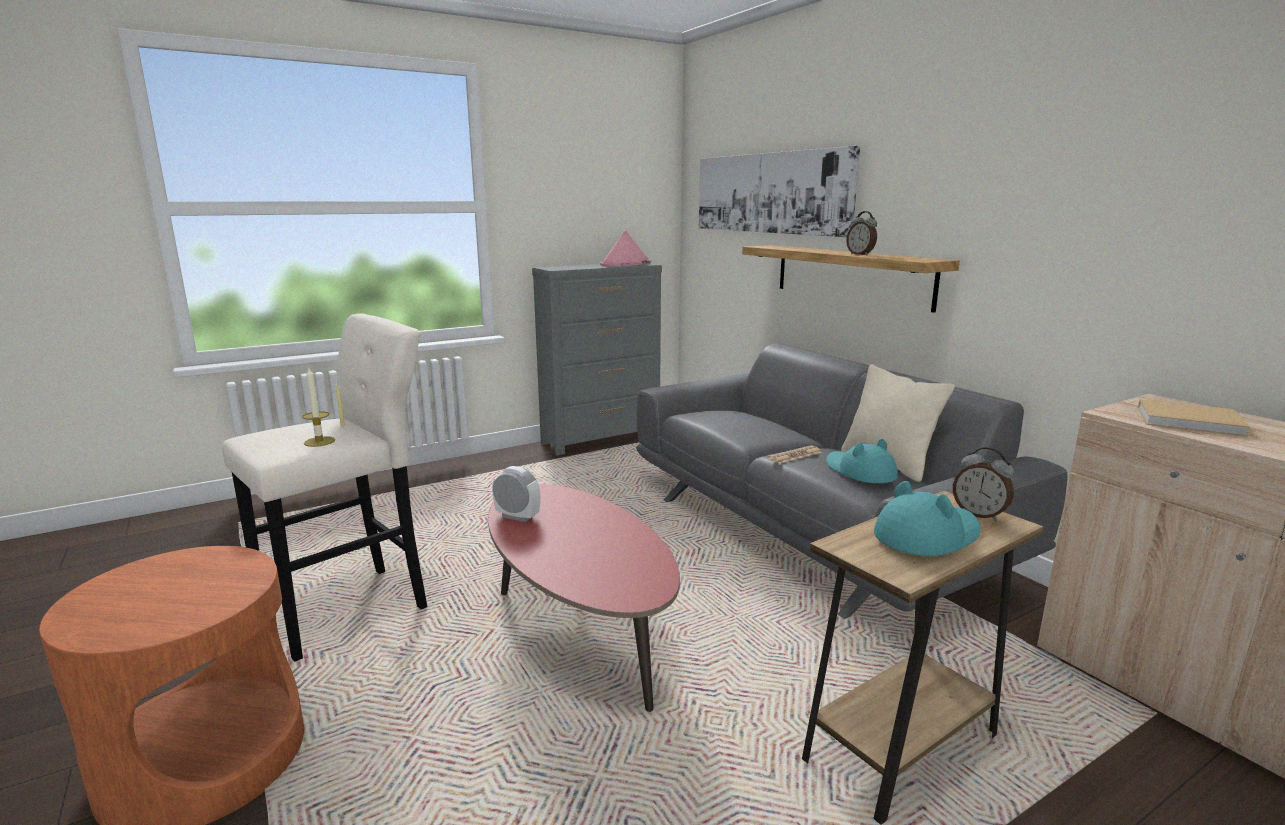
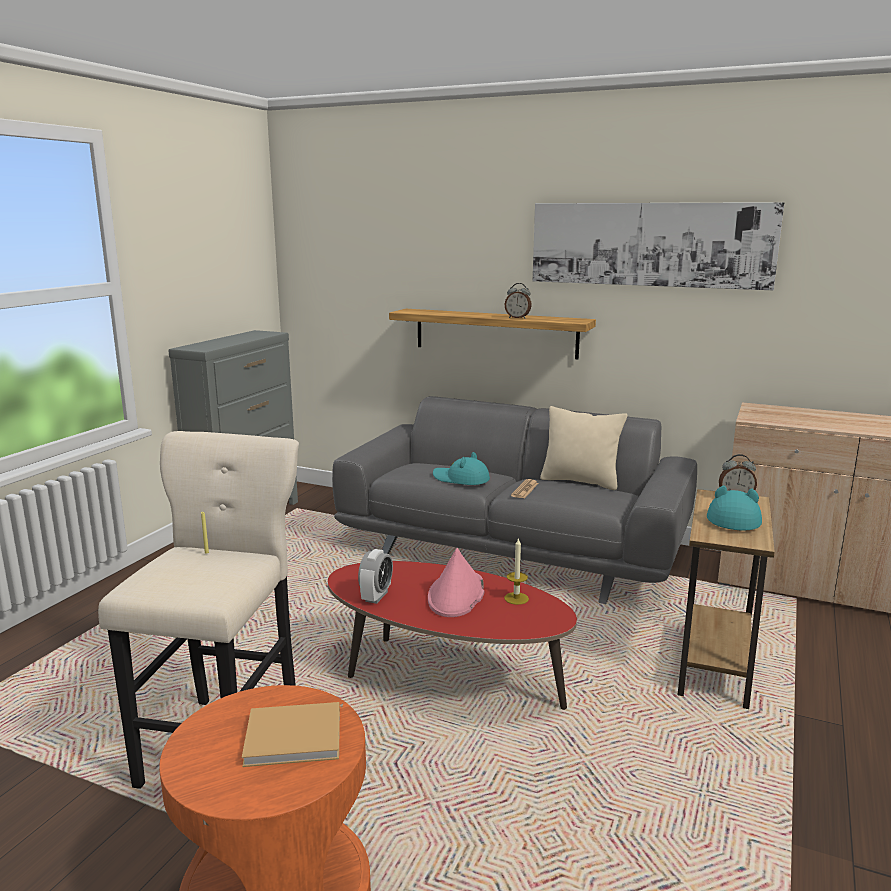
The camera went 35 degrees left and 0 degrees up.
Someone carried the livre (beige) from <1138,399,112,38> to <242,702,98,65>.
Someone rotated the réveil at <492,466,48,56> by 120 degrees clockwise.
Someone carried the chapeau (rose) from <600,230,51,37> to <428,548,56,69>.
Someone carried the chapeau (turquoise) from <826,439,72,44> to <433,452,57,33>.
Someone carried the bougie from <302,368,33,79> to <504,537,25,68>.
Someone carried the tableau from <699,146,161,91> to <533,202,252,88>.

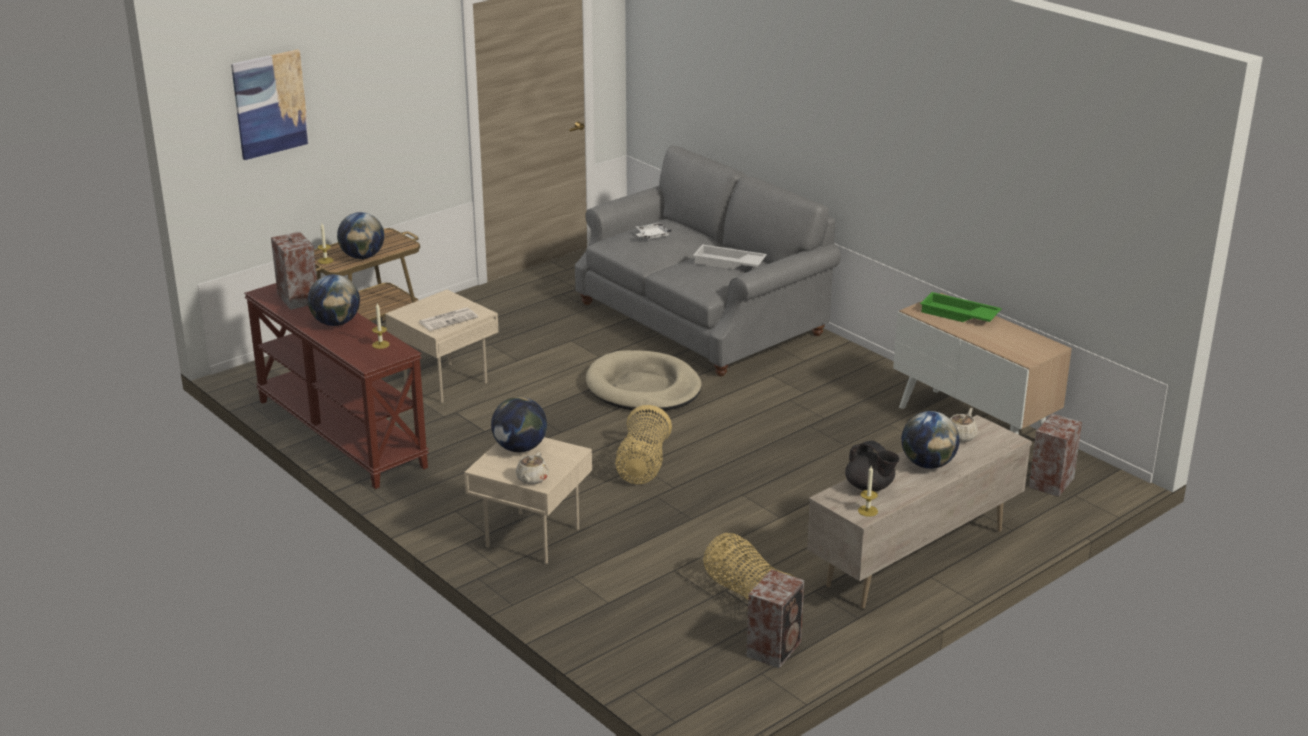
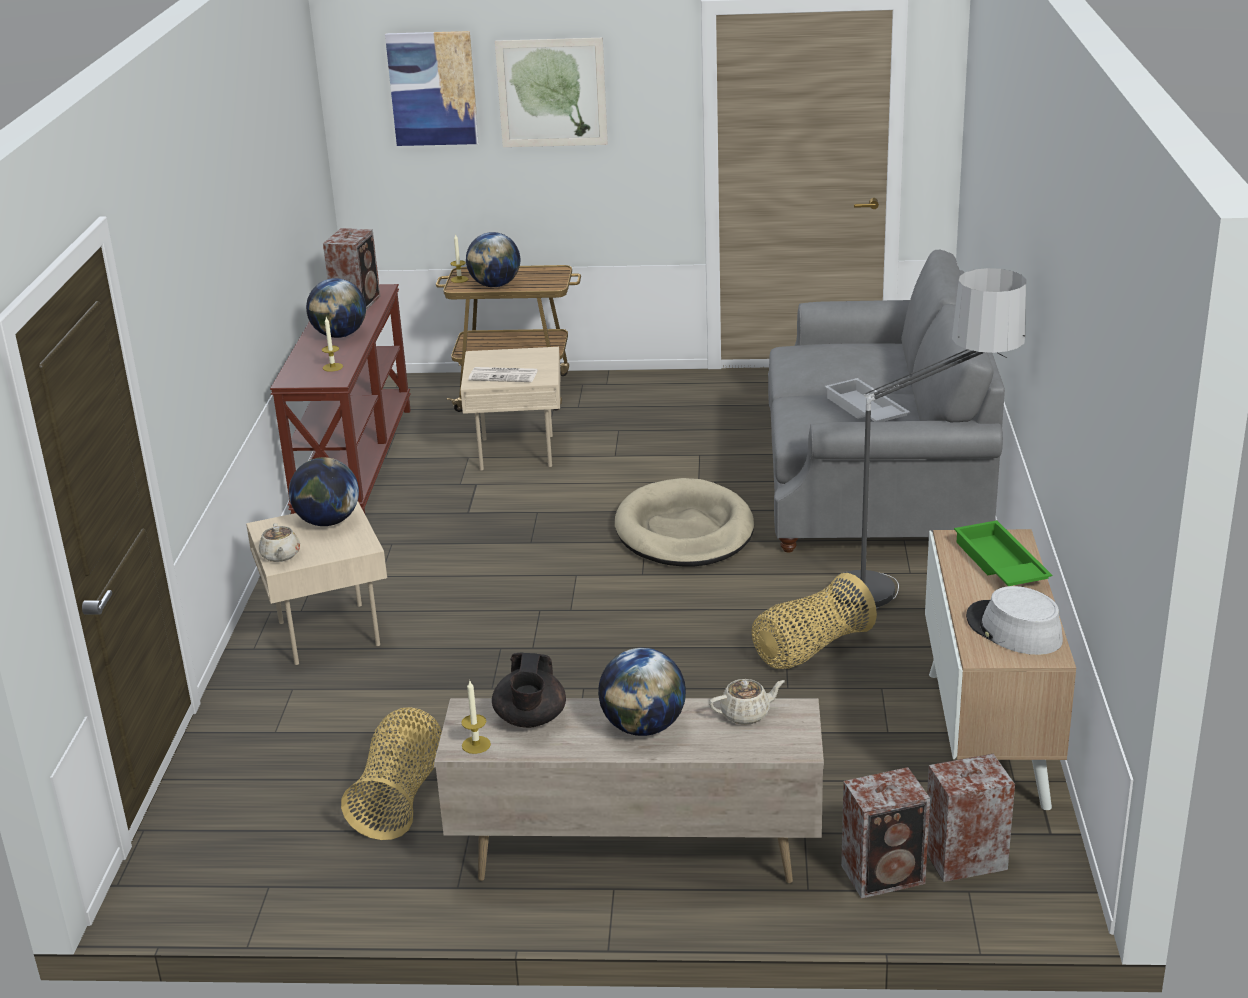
The camera went 45 degrees right and 0 degrees up.
Someone rotated the théière (beige) at <516,452,33,33> by 75 degrees counterclockwise.
Someone put up the tableau at <495,38,113,109>.
Someone carried the panier from <615,405,57,79> to <752,573,125,96>.
Someone put down the lampadaire at <826,268,200,341>.
Someone carried the enceinte from <746,569,58,99> to <841,767,89,132>.
Someone put down the chapeau (gris) at <966,586,97,69>.
Someone took away the plateau (blanc) at <636,222,36,17>.

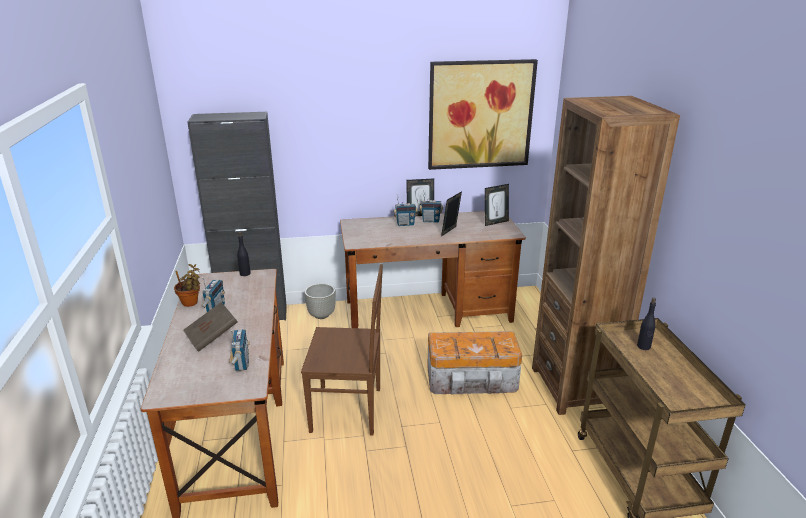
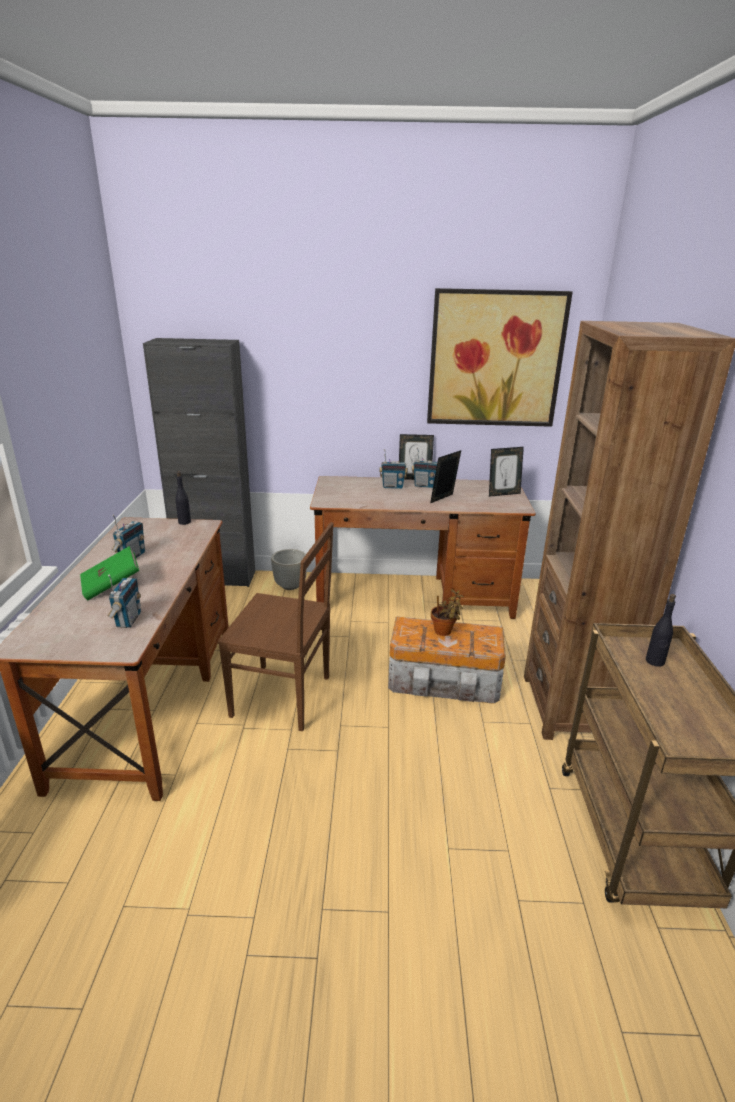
The camera went 10 degrees right and 0 degrees up.
Someone repainted the livre (marron) at <183,302,55,50>, which became the livre (vert) at <80,546,59,54>.
Someone carried the plante en pot from <174,264,26,43> to <431,589,33,47>.

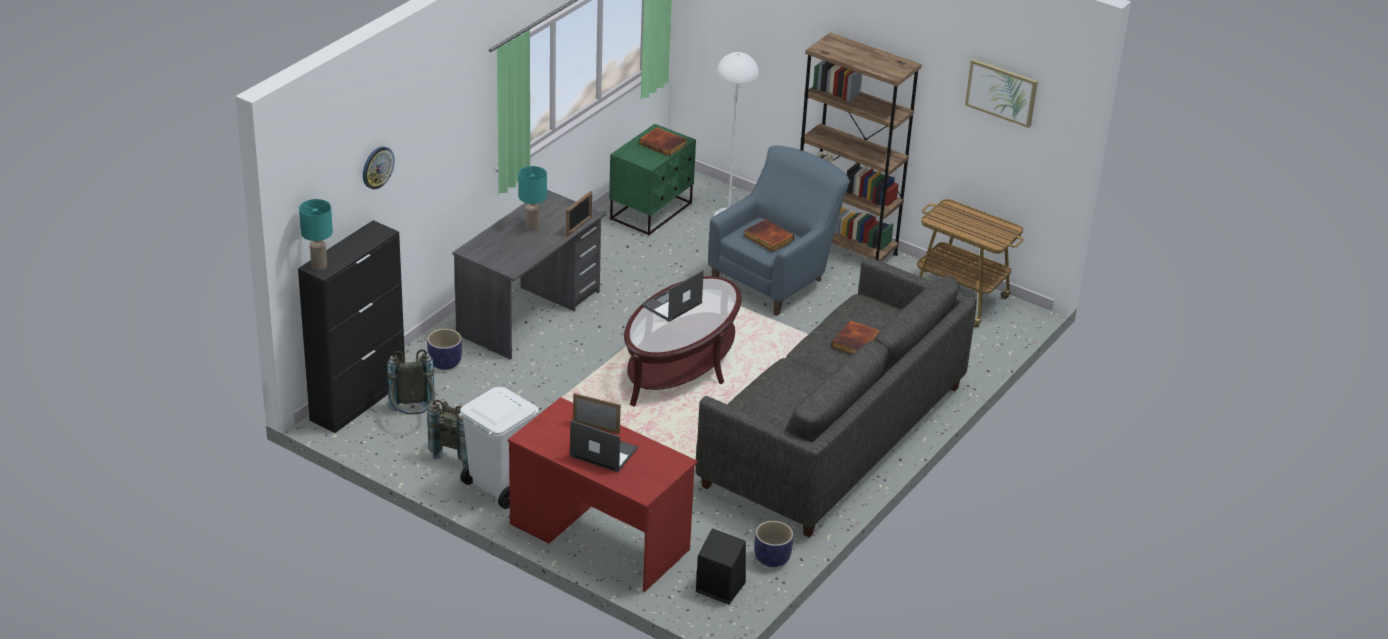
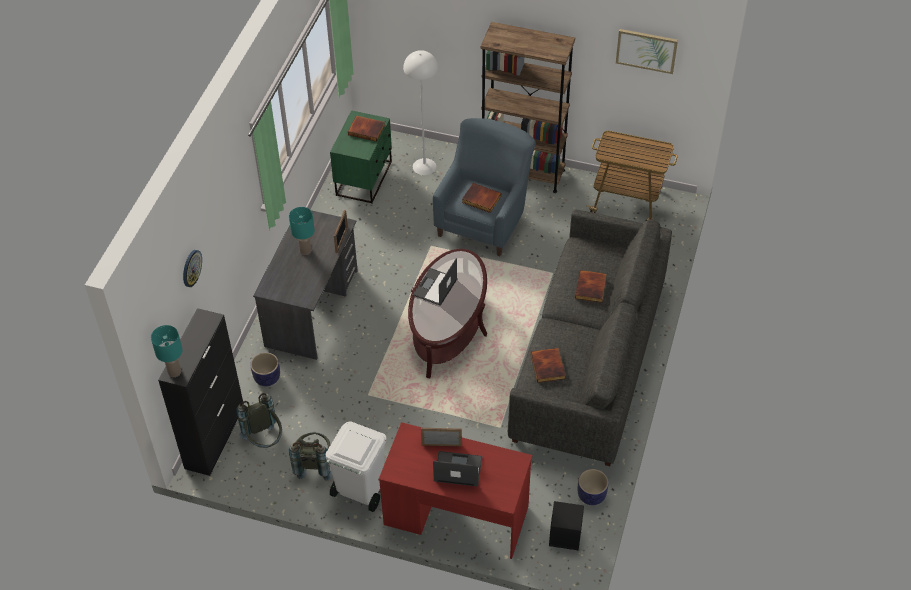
The camera went 15 degrees left and 15 degrees up.
Someone put down the livre at <531,348,34,35>.

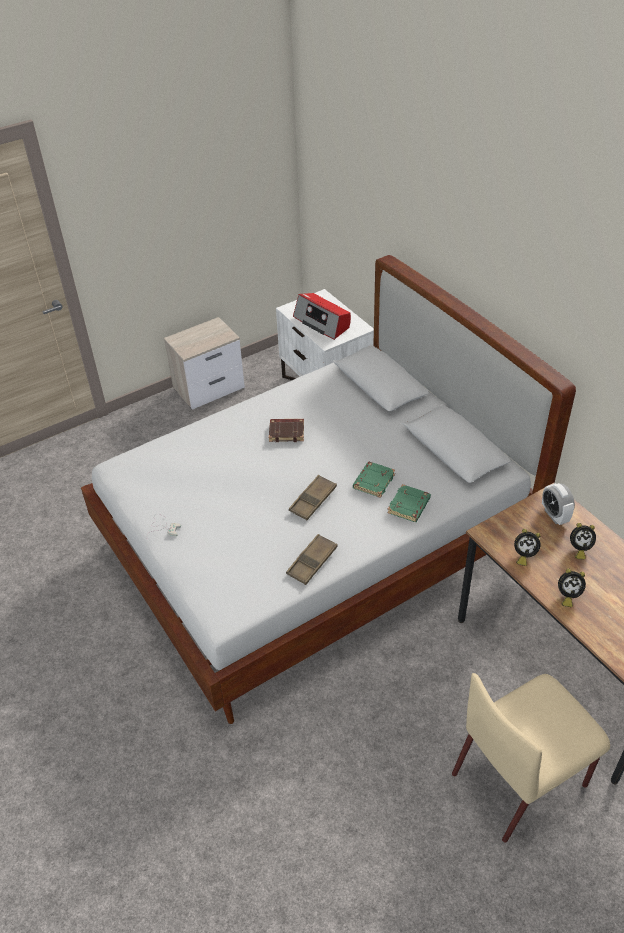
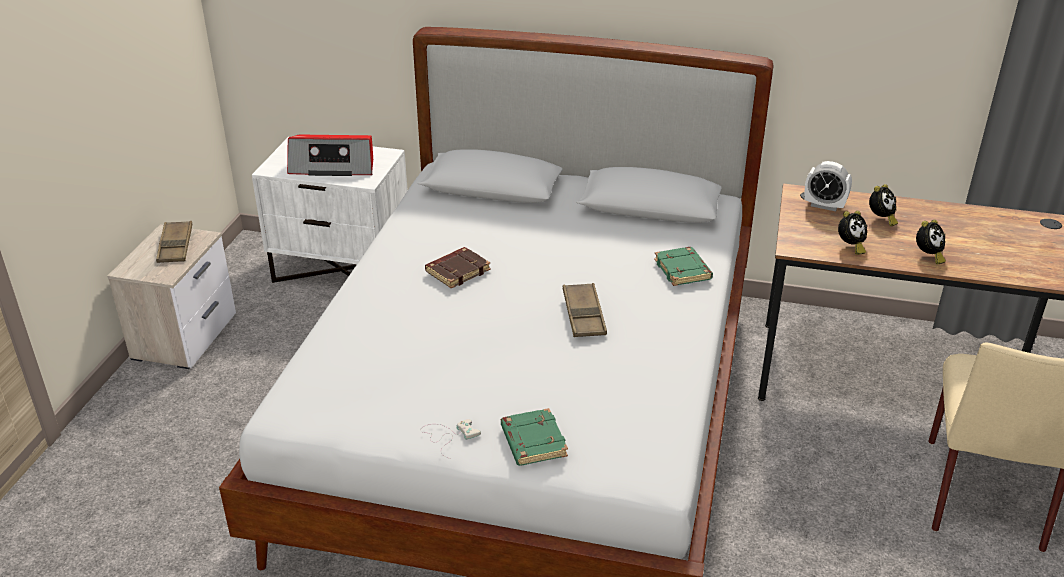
The camera went 45 degrees left and 10 degrees down.
Someone carried the plateau (marron) from <286,534,52,51> to <156,221,36,42>.
Someone carried the livre (vert) from <353,462,42,36> to <501,408,67,58>.

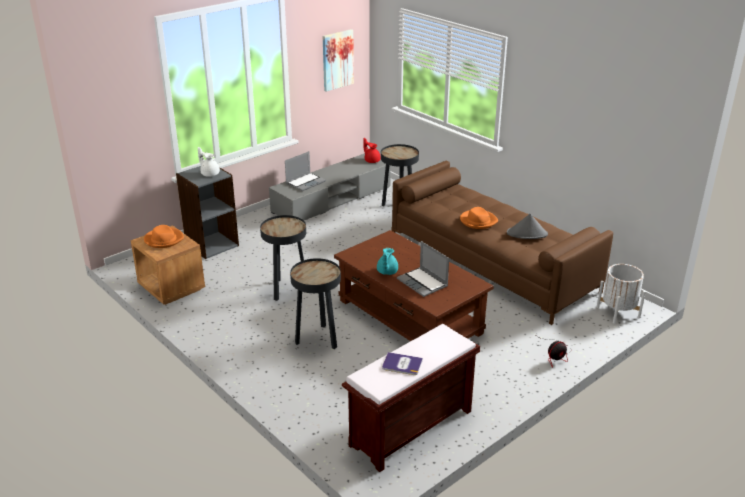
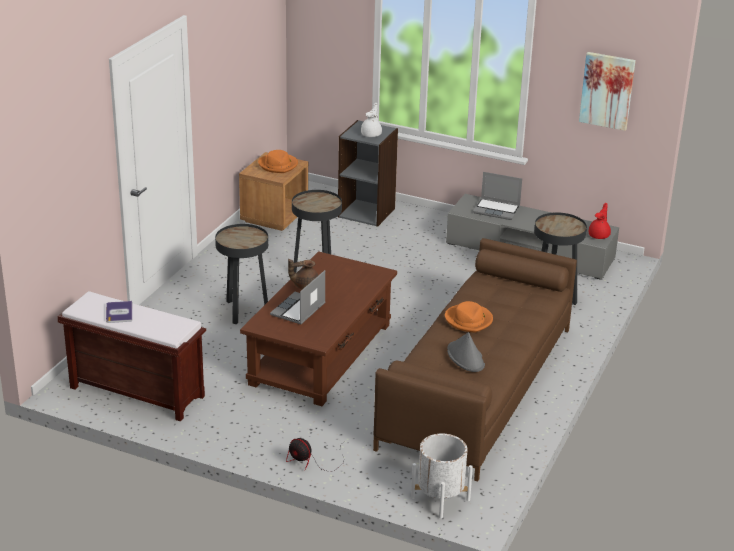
The camera went 65 degrees right and 0 degrees up.
Someone repainted the théière (turquoise) at <377,248,21,27>, which became the théière (marron) at <288,259,30,30>.

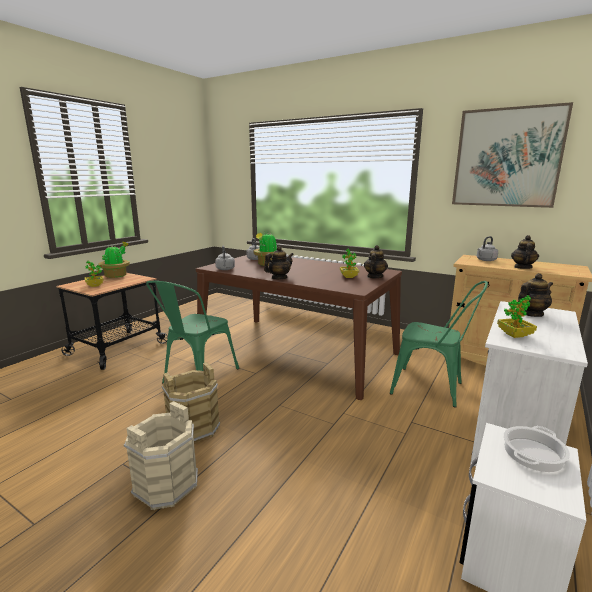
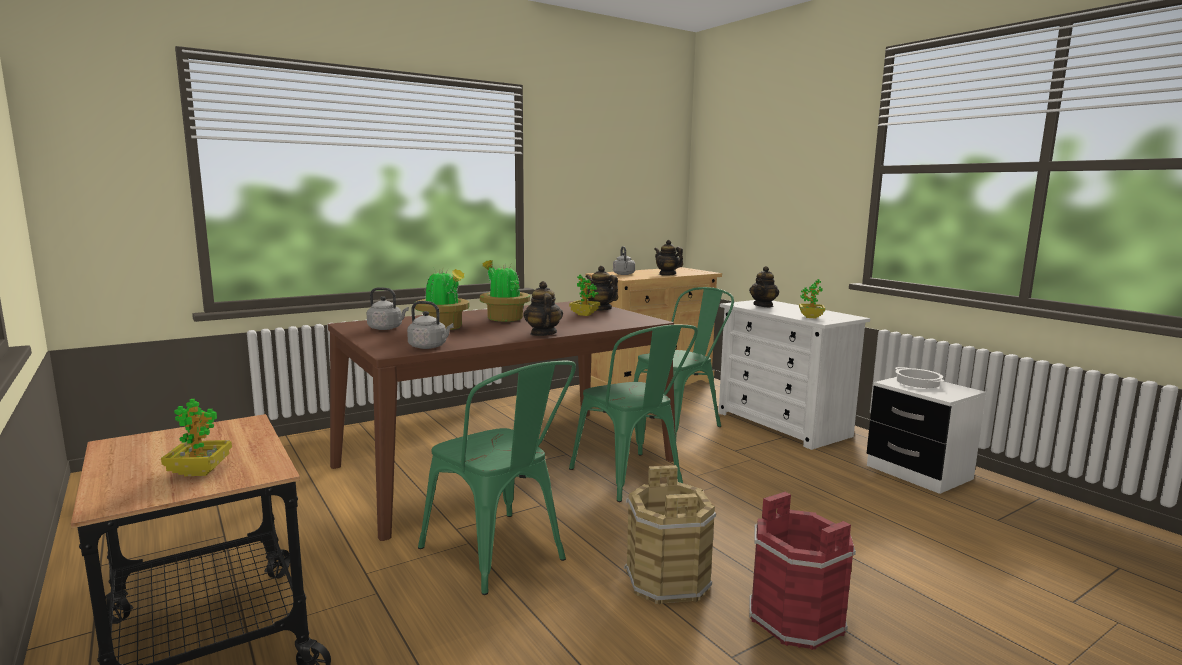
The camera went 65 degrees left and 5 degrees down.
Someone carried the plante en pot from <98,242,32,36> to <480,260,50,62>.
Someone put down the chaise (vert) at <569,325,129,177>.
Someone rotated the théière at <518,273,35,44> by 150 degrees counterclockwise.
Someone repainted the seau (beige) at <124,401,74,109>, which became the seau (rouge) at <749,492,107,158>.
Someone took away the tableau at <452,102,121,106>.

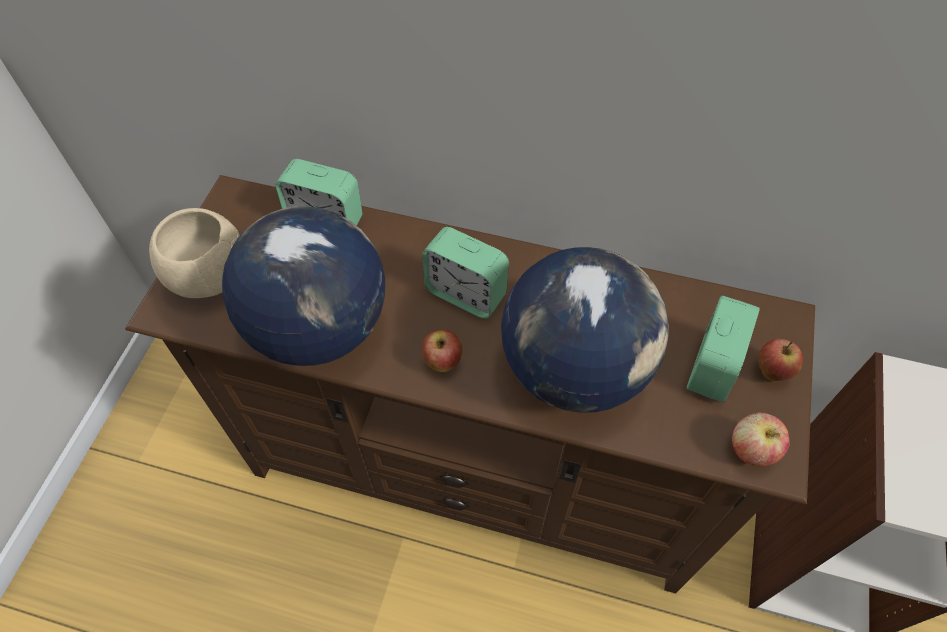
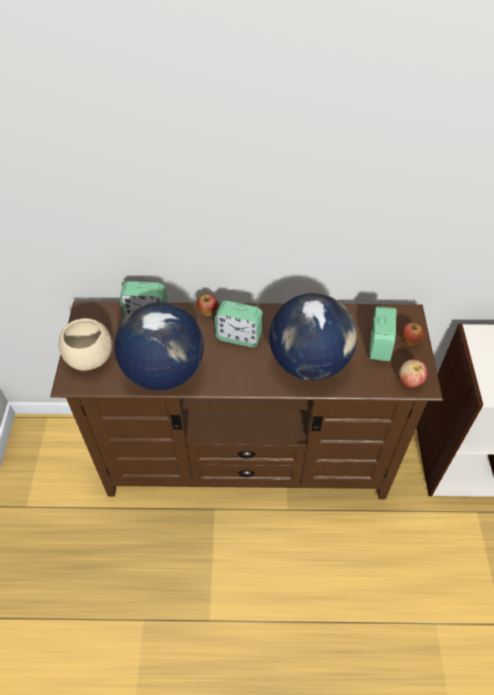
The camera went 15 degrees left and 5 degrees down.
Someone carried the pomme from <422,330,41,42> to <197,294,21,22>.

